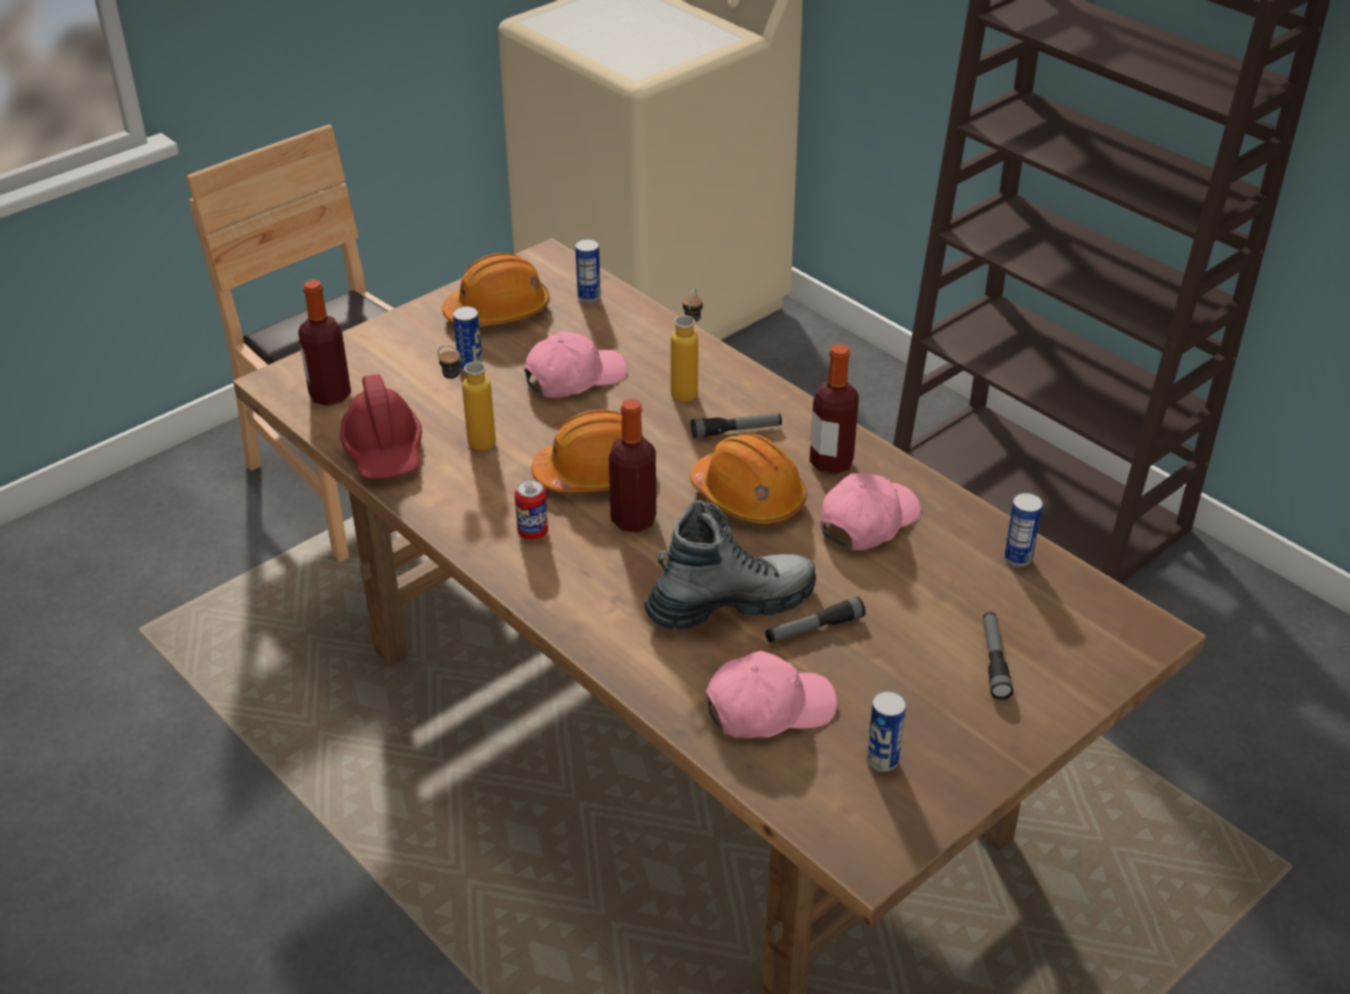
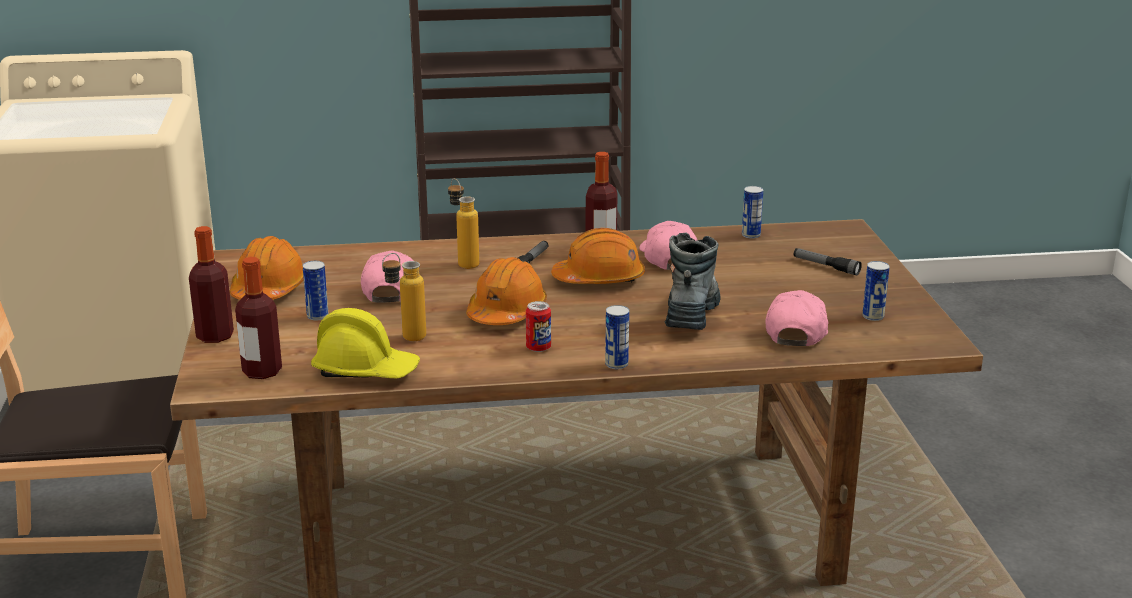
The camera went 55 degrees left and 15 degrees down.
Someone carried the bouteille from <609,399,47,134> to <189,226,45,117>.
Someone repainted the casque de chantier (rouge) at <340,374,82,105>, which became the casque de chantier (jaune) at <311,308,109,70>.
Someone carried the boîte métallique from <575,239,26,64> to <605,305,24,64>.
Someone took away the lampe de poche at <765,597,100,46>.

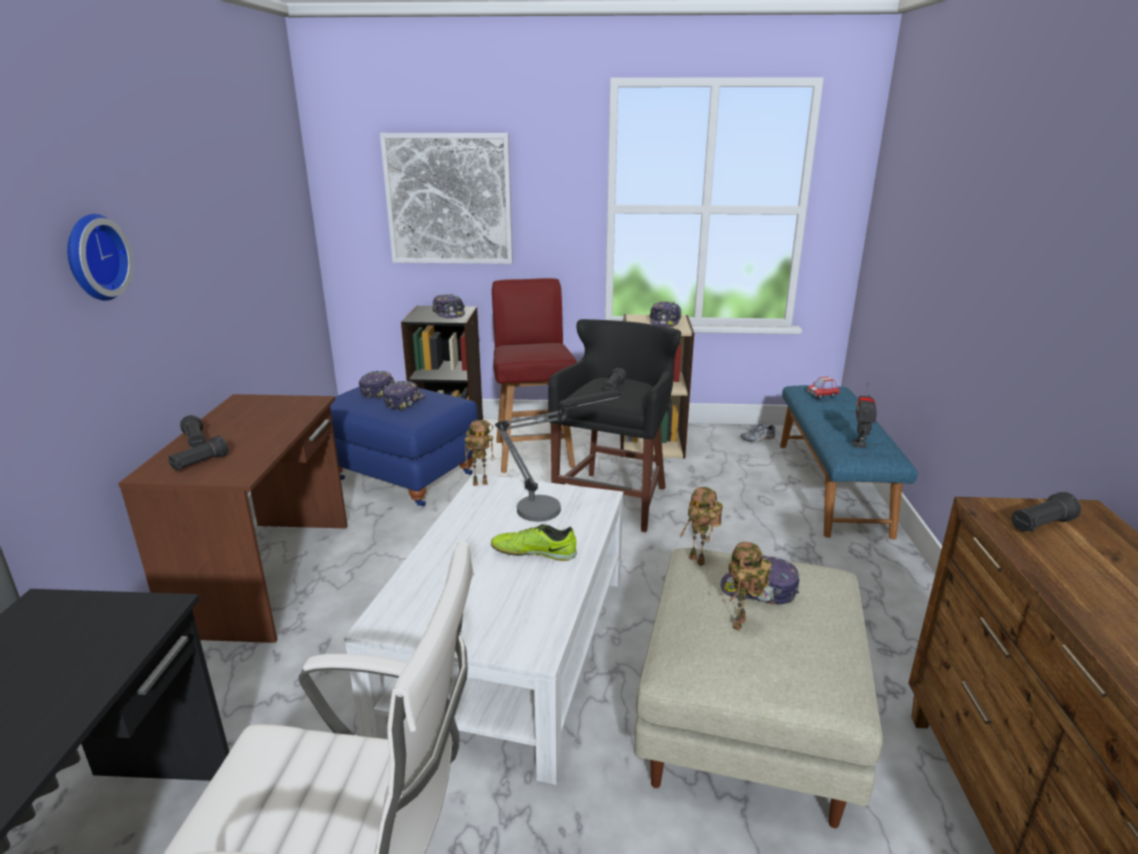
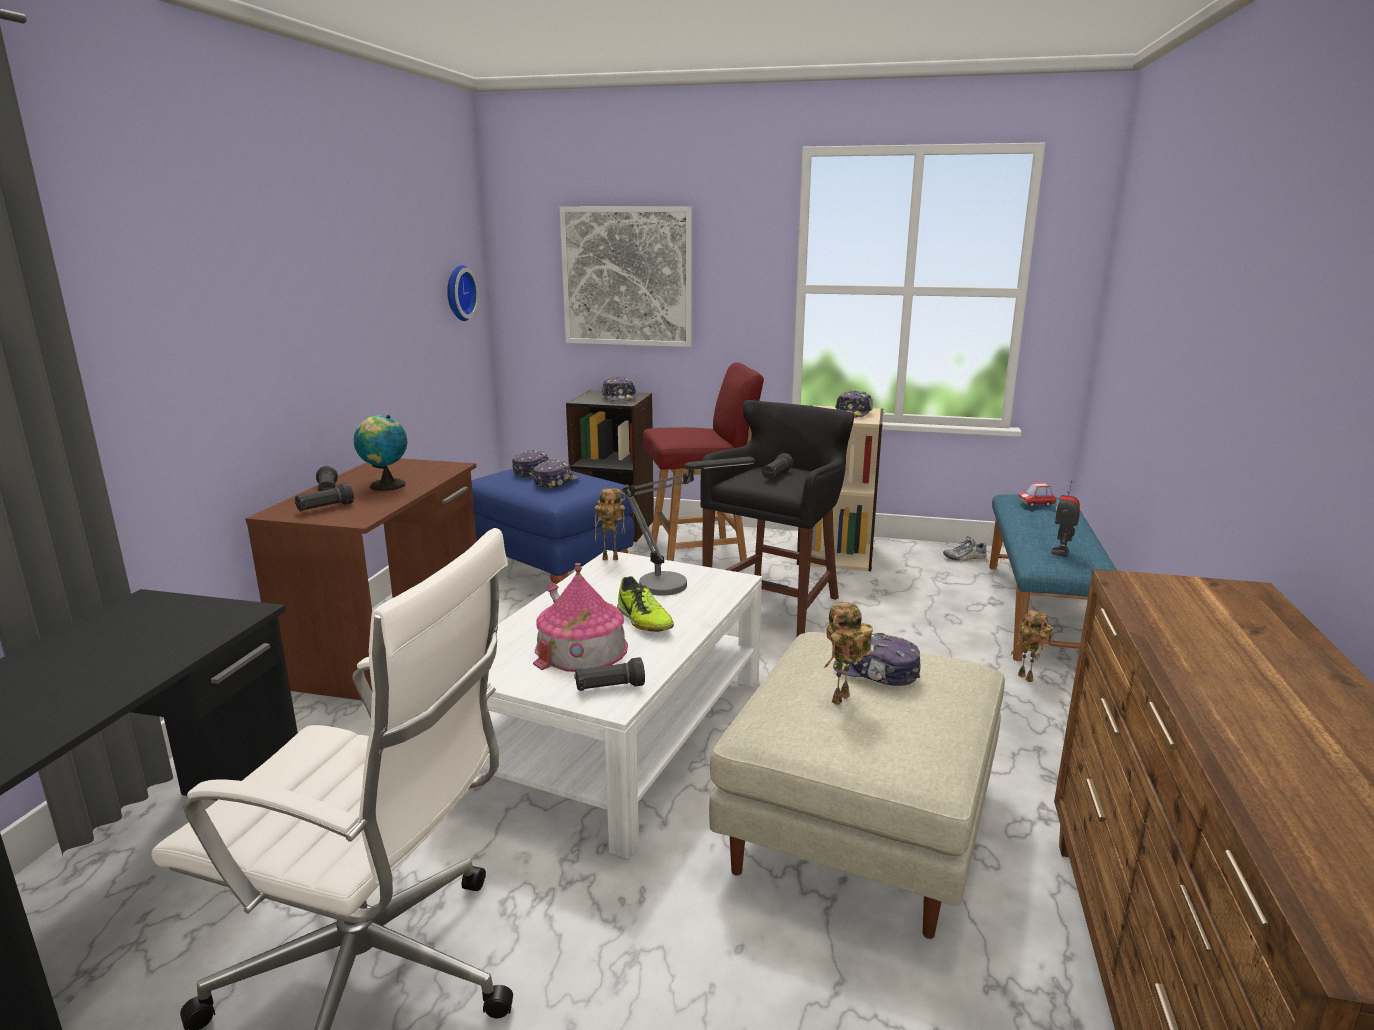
The camera went 10 degrees right and 5 degrees down.
Someone put down the globe at <354,415,53,76>.
Someone carried the horloge murale from <67,214,66,87> to <447,265,32,56>.
Someone put down the maison miniature at <533,563,95,109>.
Someone carried the lampe de poche (noir) from <1011,492,70,40> to <574,657,71,34>.
Someone rotated the chaussure at <491,524,86,37> by 135 degrees counterclockwise.
Someone rotated the chaise (rouge) at <492,278,85,195> by 75 degrees clockwise.
Someone carried the robot jouet from <680,487,43,79> to <1011,610,42,72>.

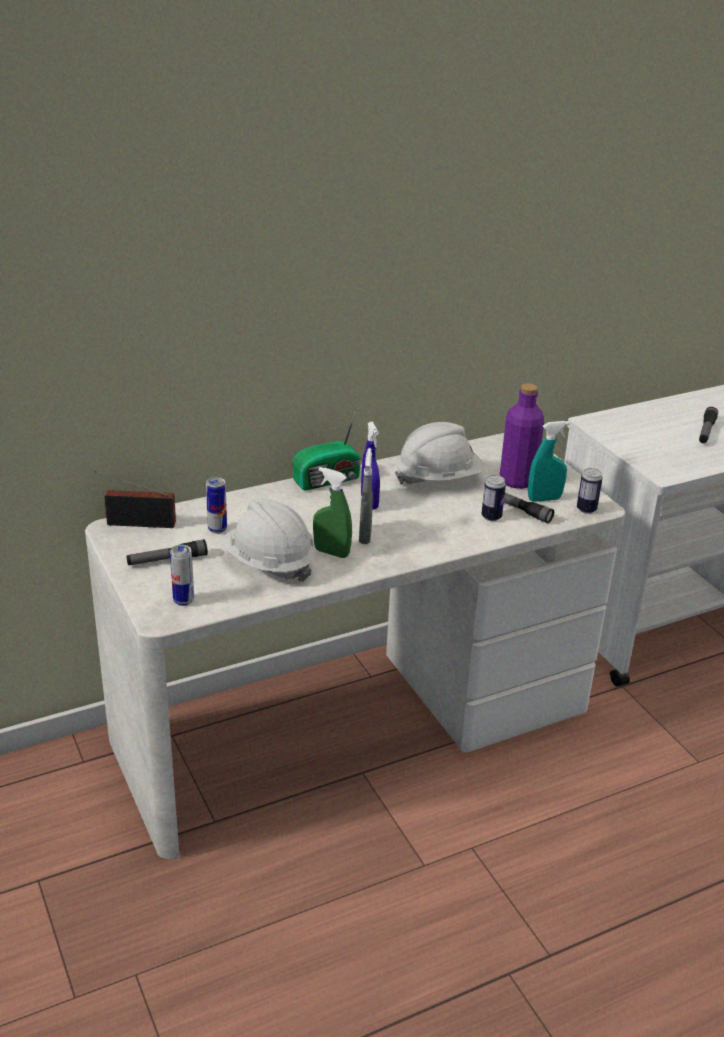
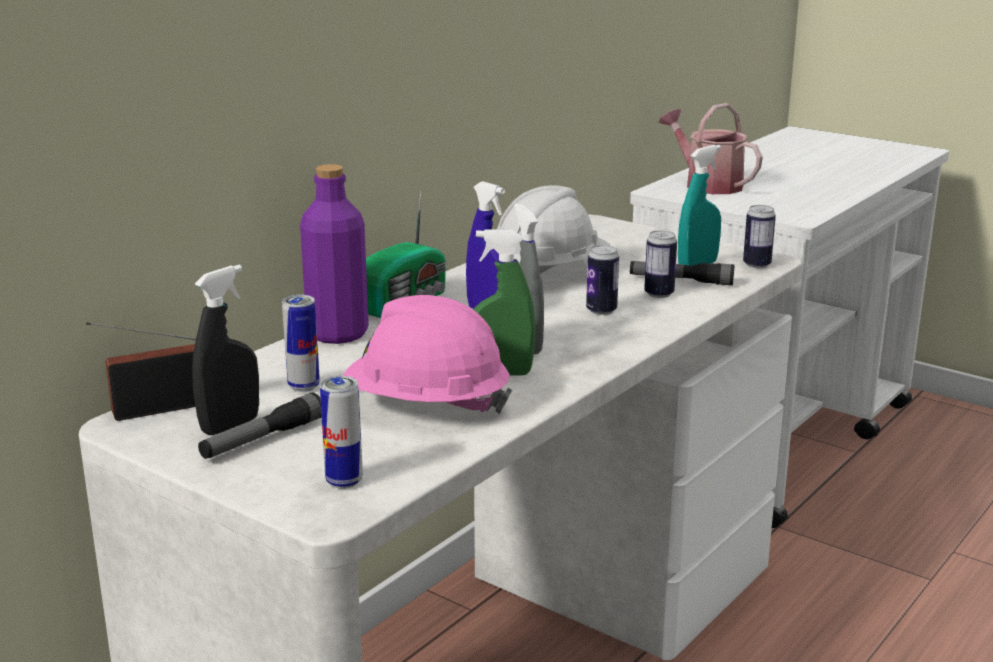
The camera went 25 degrees left and 10 degrees down.
Someone put down the vaporisateur (noir) at <192,265,67,170>.
Someone carried the bouteille (violet) from <500,383,44,106> to <300,164,69,180>.
Someone repainted the casque de chantier (blanc) at <221,499,94,83>, which became the casque de chantier (rose) at <343,295,169,119>.
Someone put down the boîte métallique at <586,245,33,70>.
Someone put down the arrosoir at <659,103,104,91>.
Someone took away the lampe de poche at <699,407,19,36>.

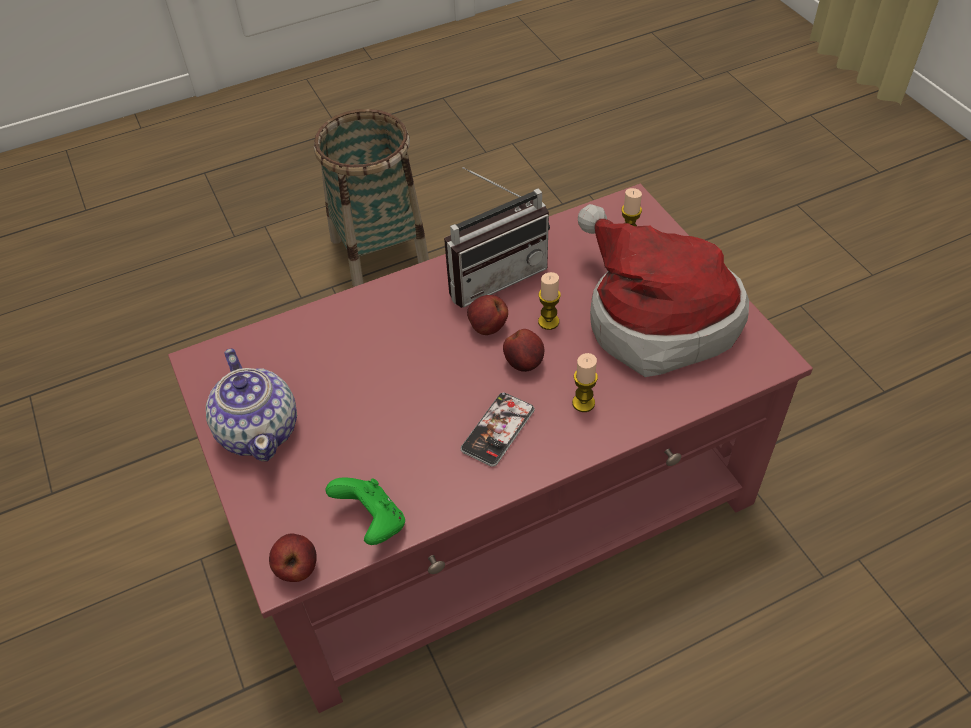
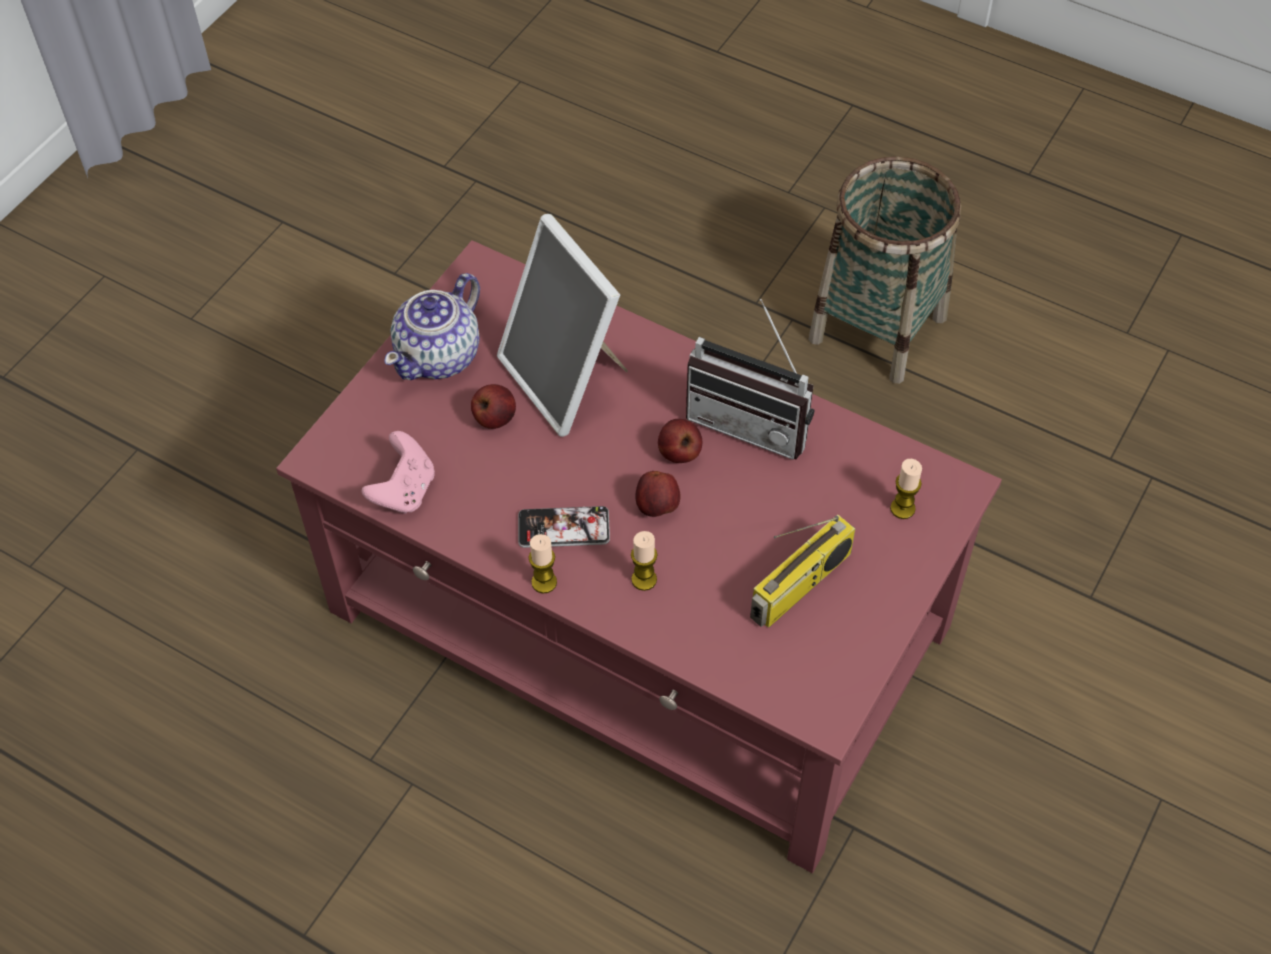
The camera went 55 degrees right and 5 degrees up.
Someone repainted the manette (vert) at <326,477,79,68>, which became the manette (rose) at <362,431,73,83>.
Someone carried the pomme from <269,533,48,49> to <471,384,45,45>.
Someone put down the cadre photo at <497,214,131,223>.
Someone carried the bougie from <538,272,23,58> to <529,534,28,60>.
Someone swapped the chapeau at <578,204,171,173> for the radio at <750,515,106,113>.

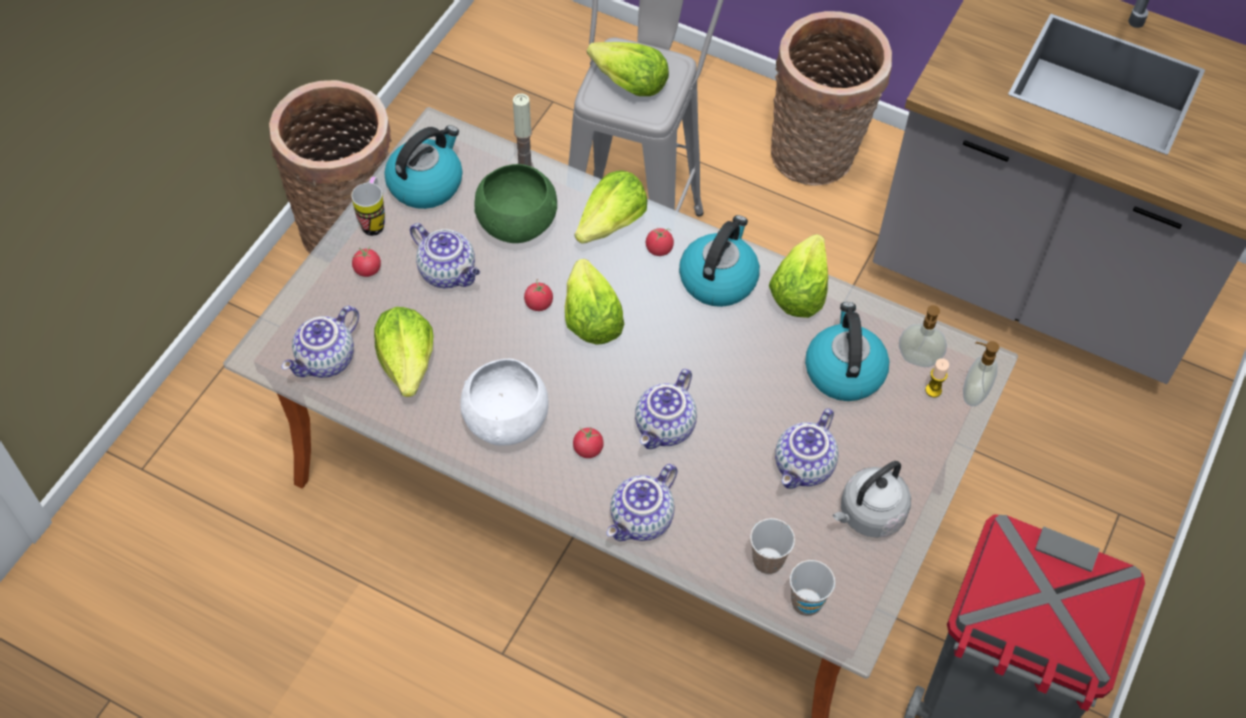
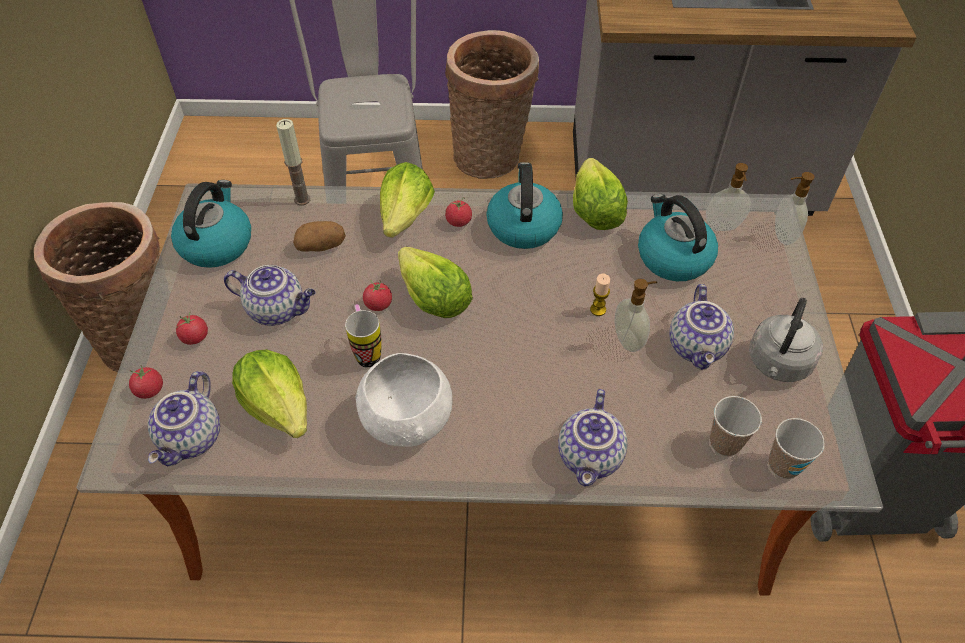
The camera went 25 degrees left and 5 degrees down.
Someone carried the tomate from <573,428,31,30> to <129,365,34,34>.
Someone swapped the bol (vert) at <474,164,83,79> for the pomme de terre at <293,221,53,31>.
Someone carried the mug from <352,177,33,59> to <345,304,37,64>.
Someone carried the bougie from <925,358,24,39> to <590,274,20,42>.
Someone put down the distributeur de savon at <614,279,43,73>.
Someone took away the laitue at <587,42,82,54>.
Someone took away the théière at <635,369,62,80>.

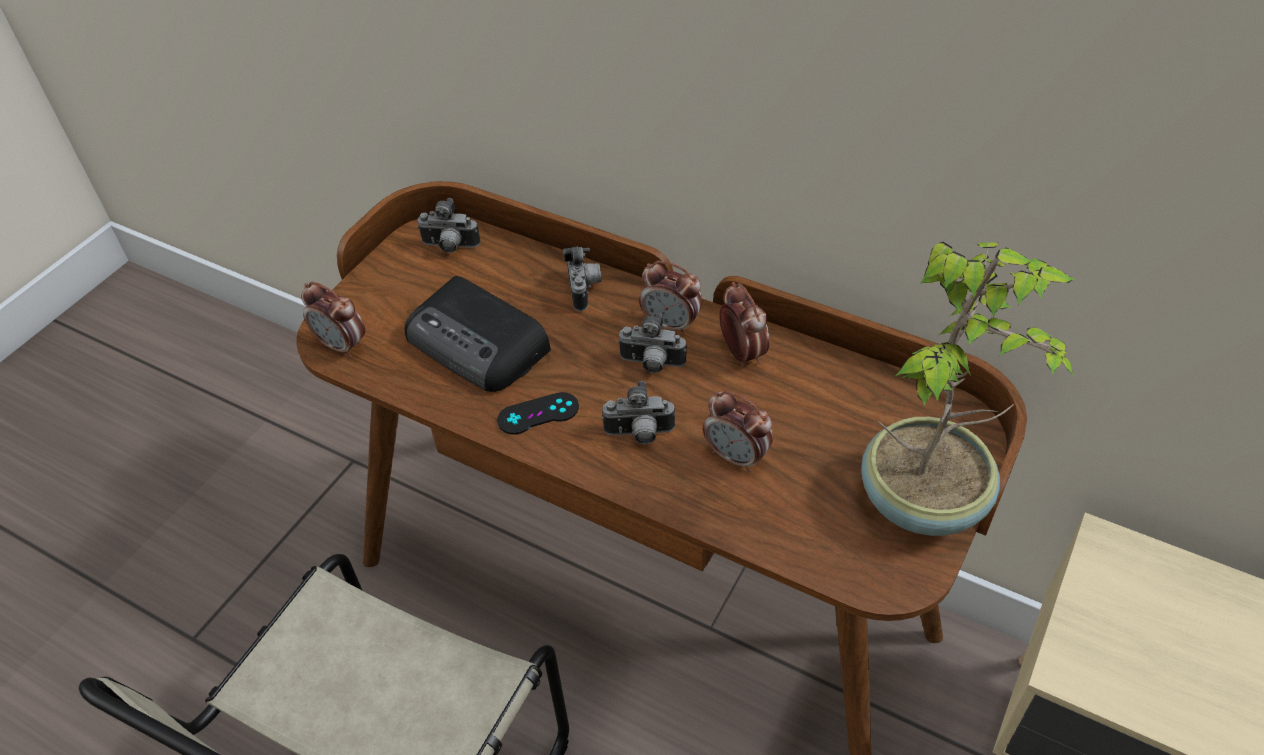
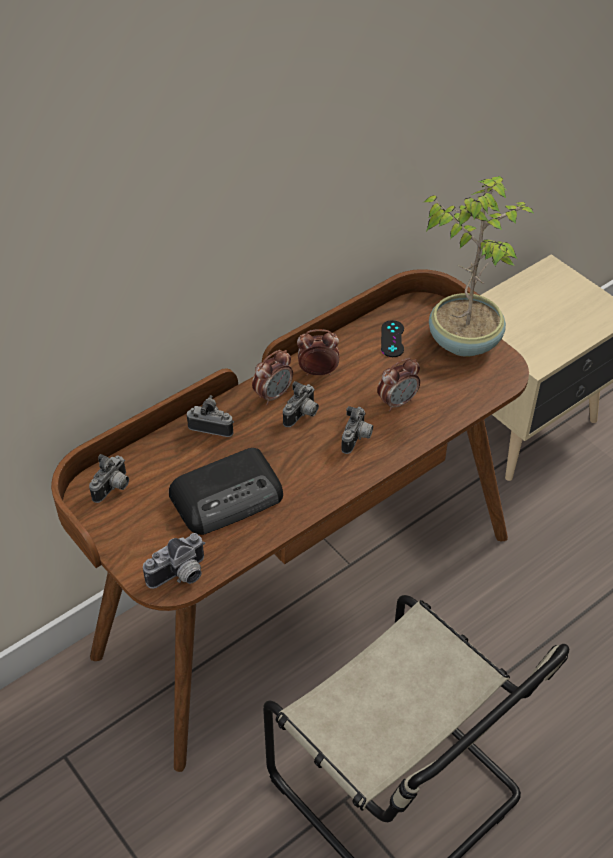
The camera went 70 degrees left and 0 degrees up.
Someone swapped the réveil at <301,281,64,77> for the appareil photo at <143,533,62,56>.
Someone carried the manette (noir) from <497,392,82,43> to <381,320,23,37>.

